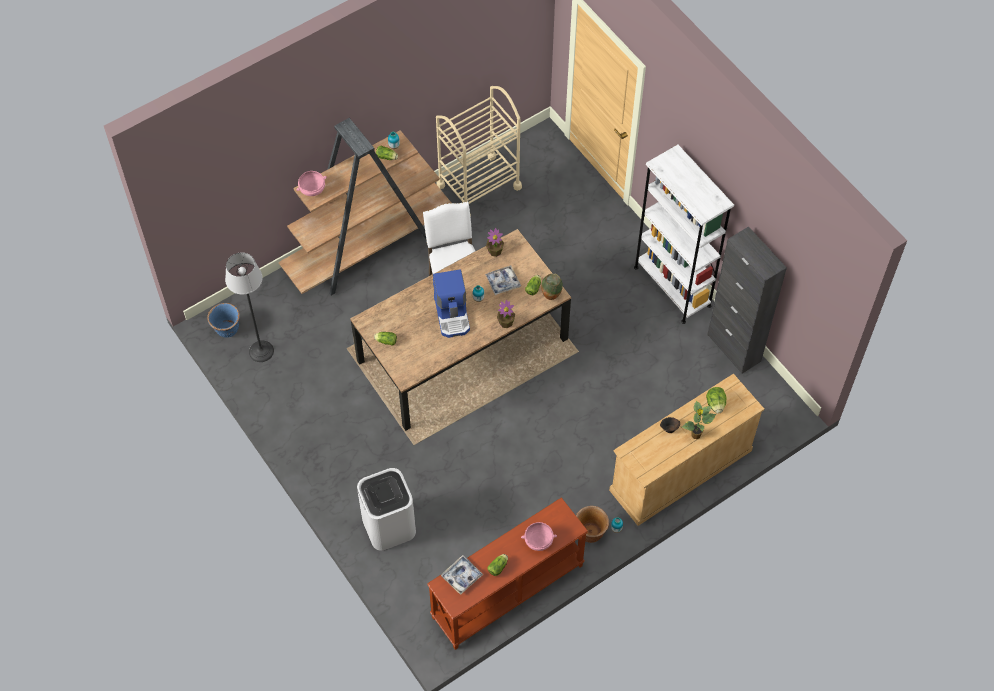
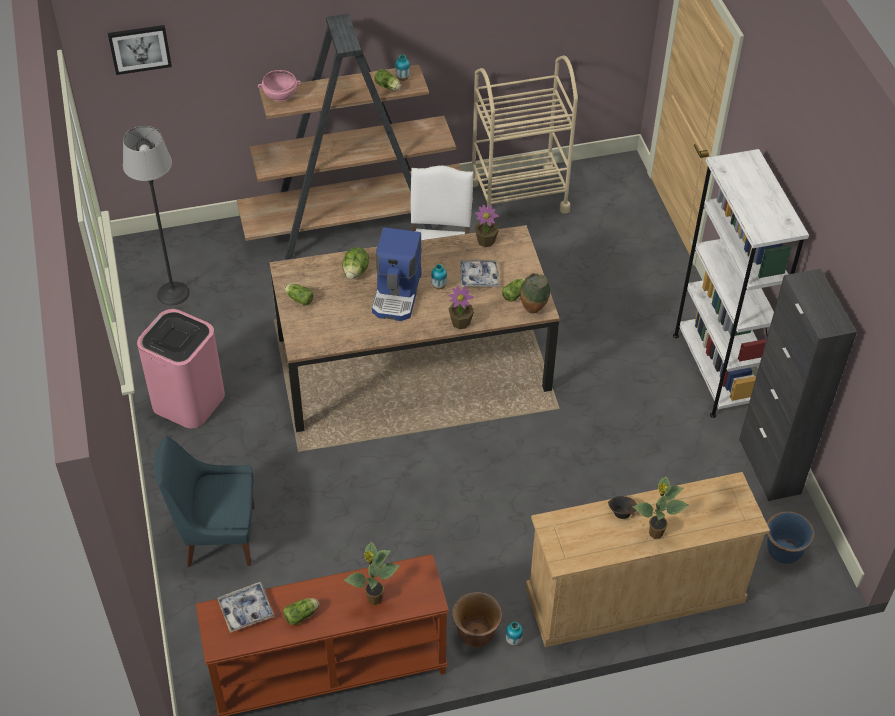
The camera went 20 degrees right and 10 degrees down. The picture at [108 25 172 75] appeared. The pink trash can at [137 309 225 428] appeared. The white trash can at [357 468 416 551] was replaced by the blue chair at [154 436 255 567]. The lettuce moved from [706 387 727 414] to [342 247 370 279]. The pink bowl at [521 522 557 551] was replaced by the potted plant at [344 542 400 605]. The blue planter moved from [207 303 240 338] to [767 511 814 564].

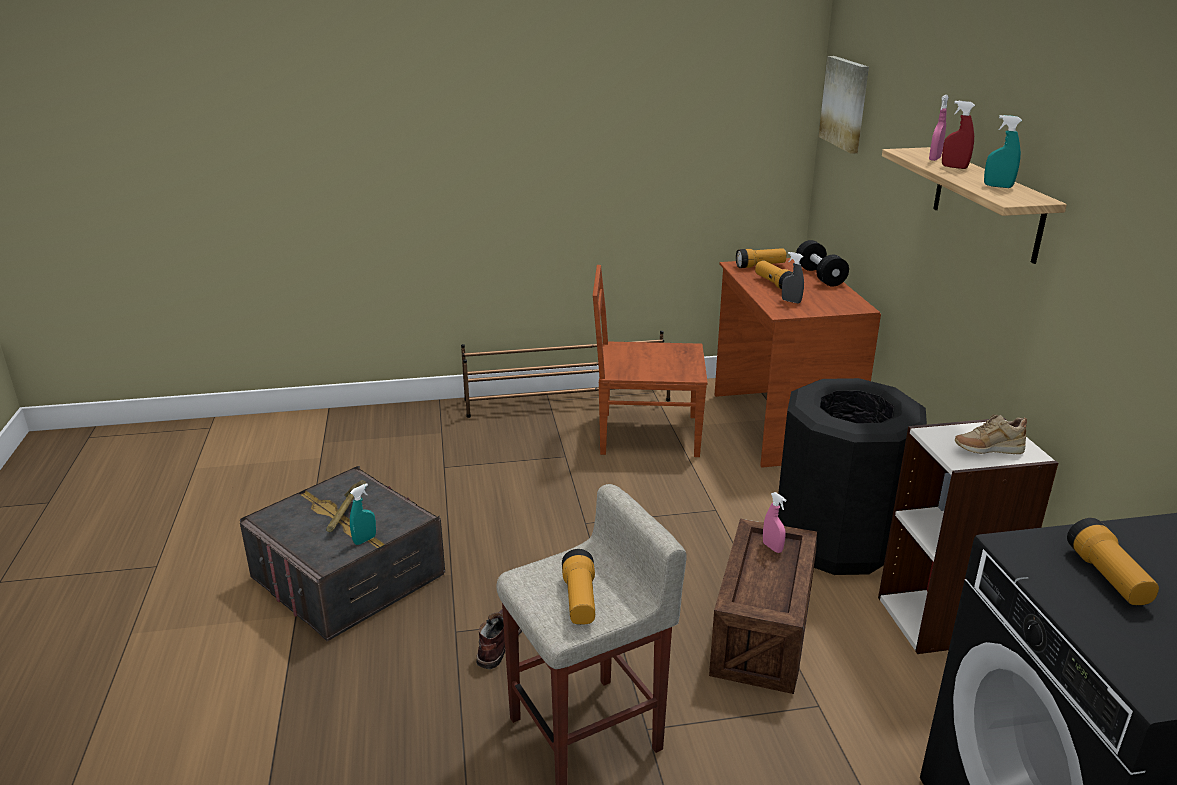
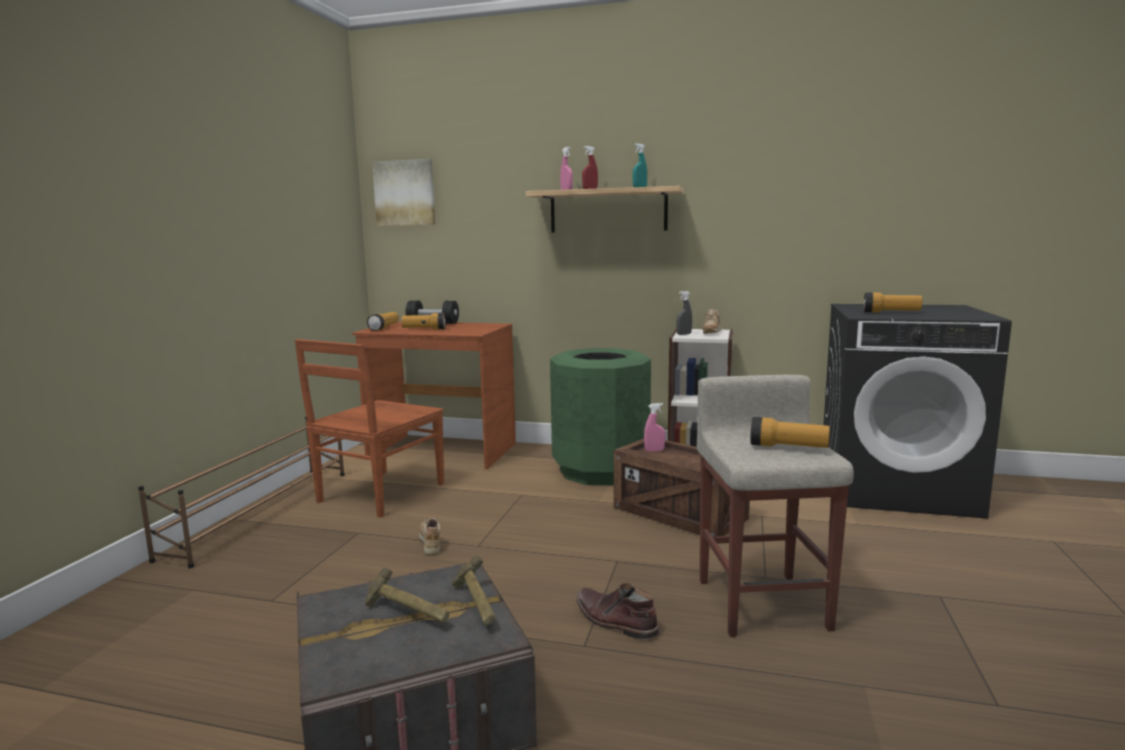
The camera went 65 degrees left and 15 degrees down. The beige shoe at [419 518 441 554] appeared. The turquoise spray bottle at [350 483 376 545] was replaced by the hammer at [451 555 495 625]. The black trash can at [778 378 927 575] became the green trash can at [550 348 651 485]. The grey spray bottle moved from [782 252 804 303] to [676 291 692 335].

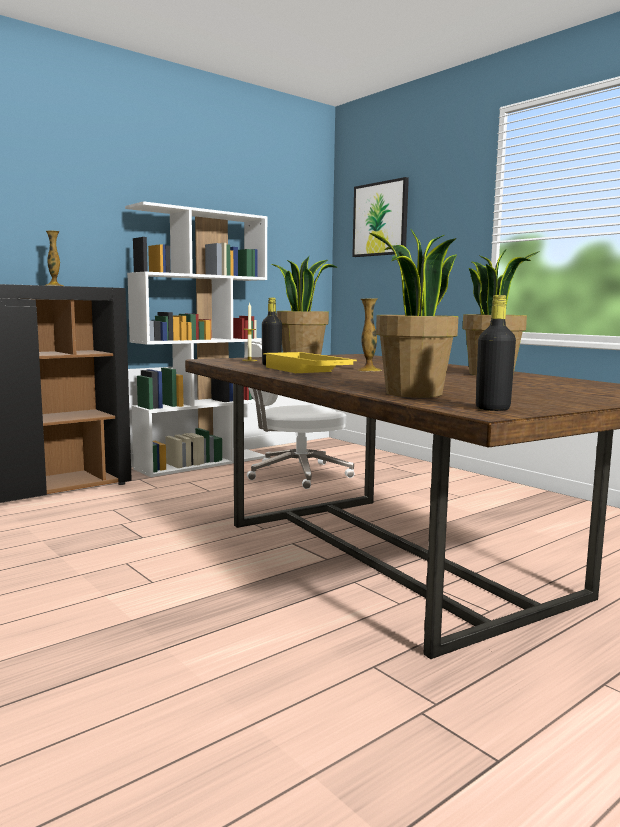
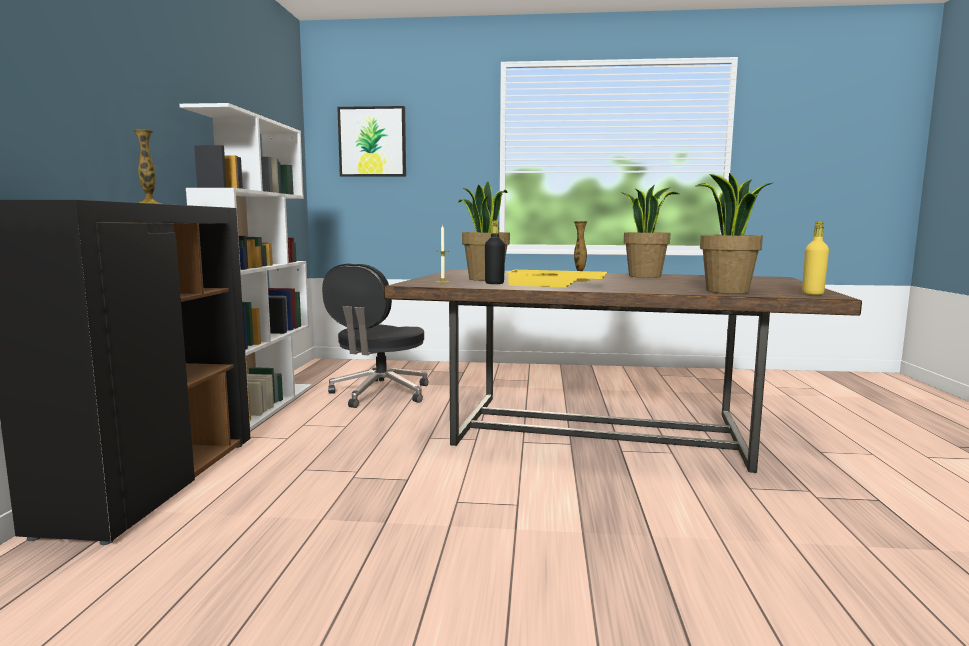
The camera went 45 degrees left and 0 degrees up. The white office chair at [244 341 354 489] became the black office chair at [322 264 429 408]. The black bottle at [476 295 516 411] became the yellow bottle at [802 221 829 295].

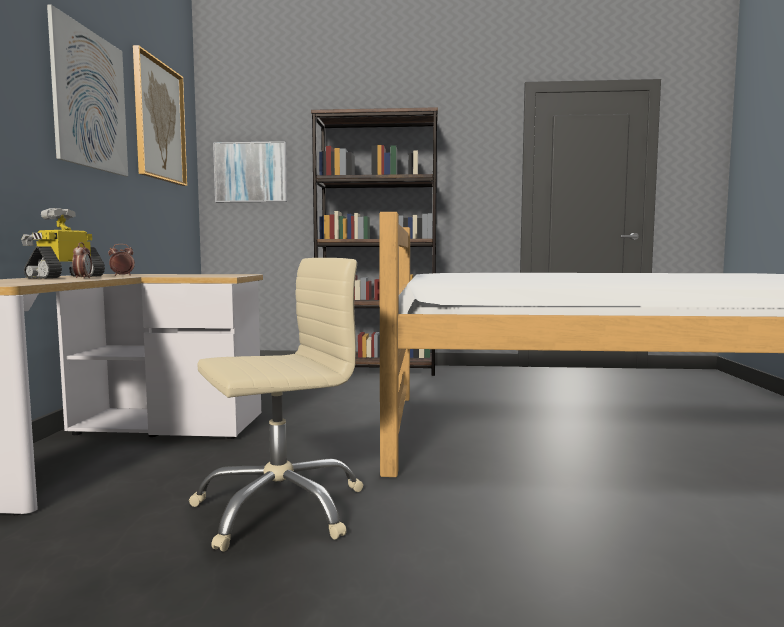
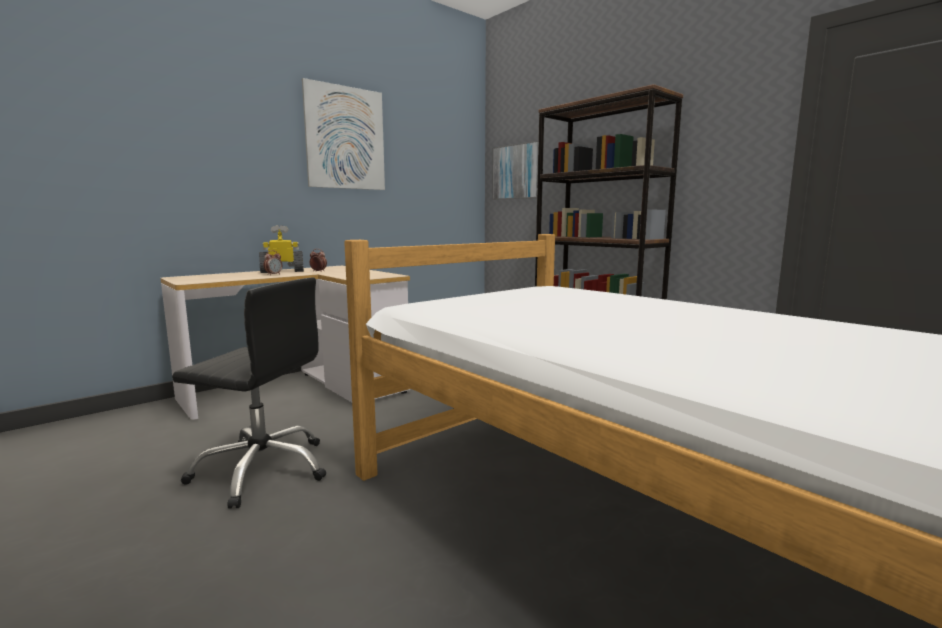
The camera went 45 degrees right and 5 degrees up. The beige office chair at [189 258 363 552] became the black office chair at [172 278 326 509]. The picture at [133 45 187 186] disappeared.

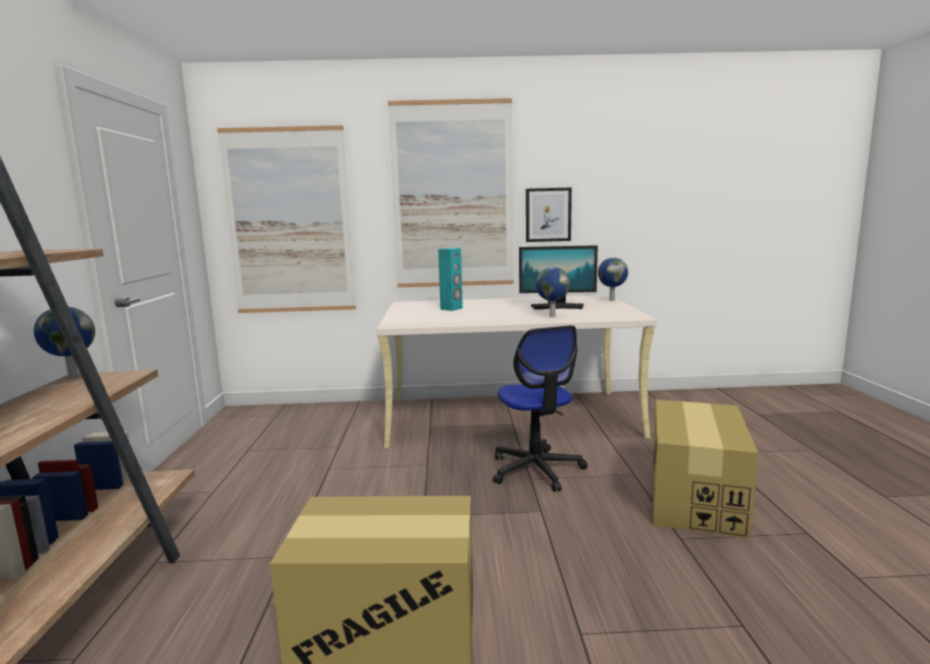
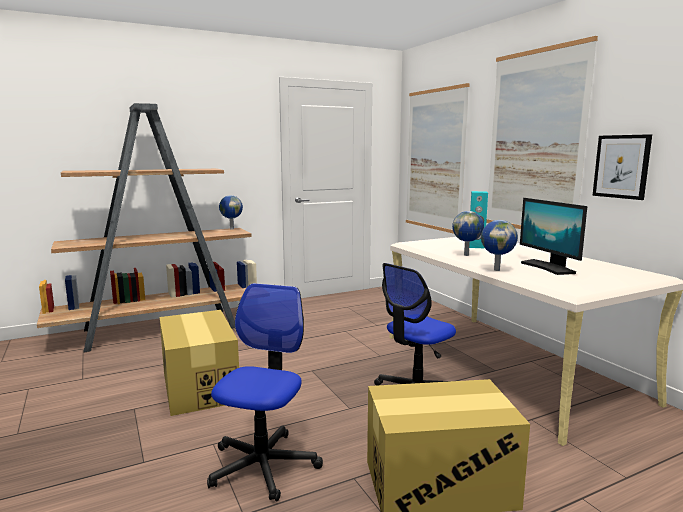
The camera went 65 degrees right and 0 degrees up. The office chair at [207 283 323 501] appeared. The globe moved from [598 257 628 301] to [452 211 484 256].

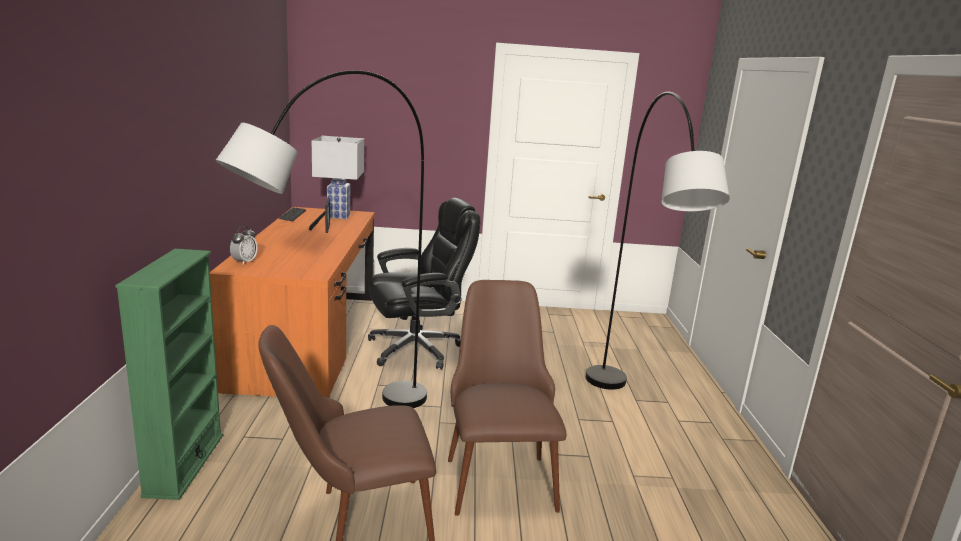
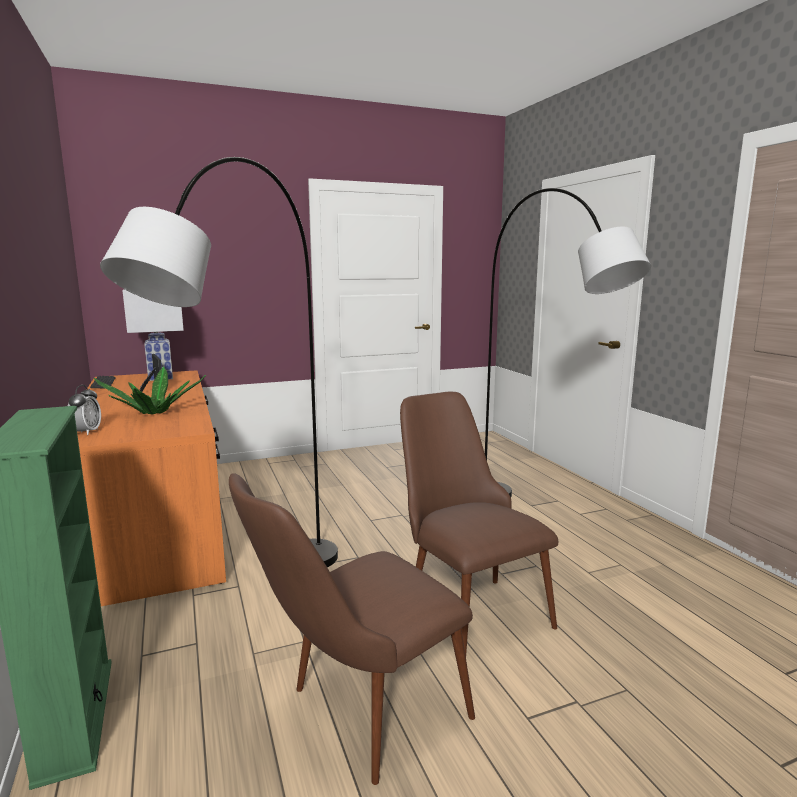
The camera went 20 degrees left and 5 degrees down. The potted plant at [94 366 206 415] appeared. The black office chair at [368 198 481 369] disappeared.

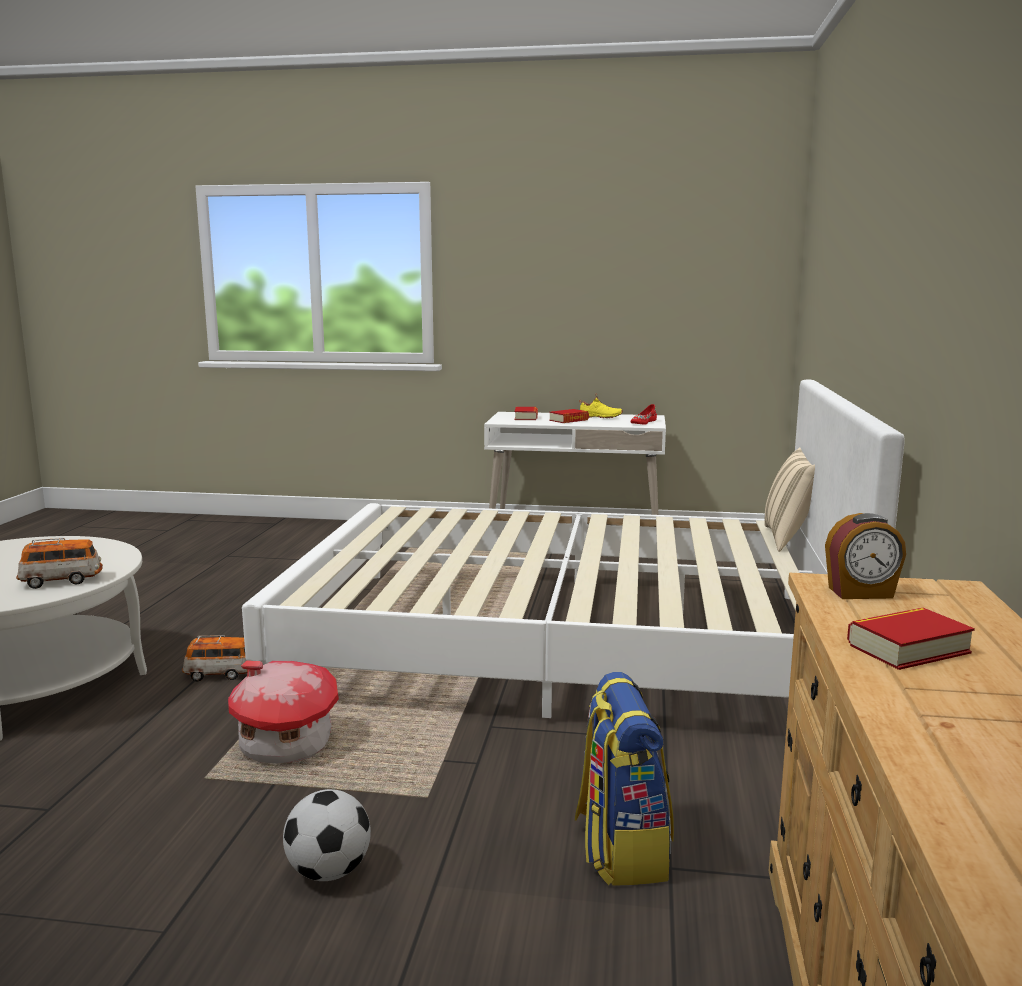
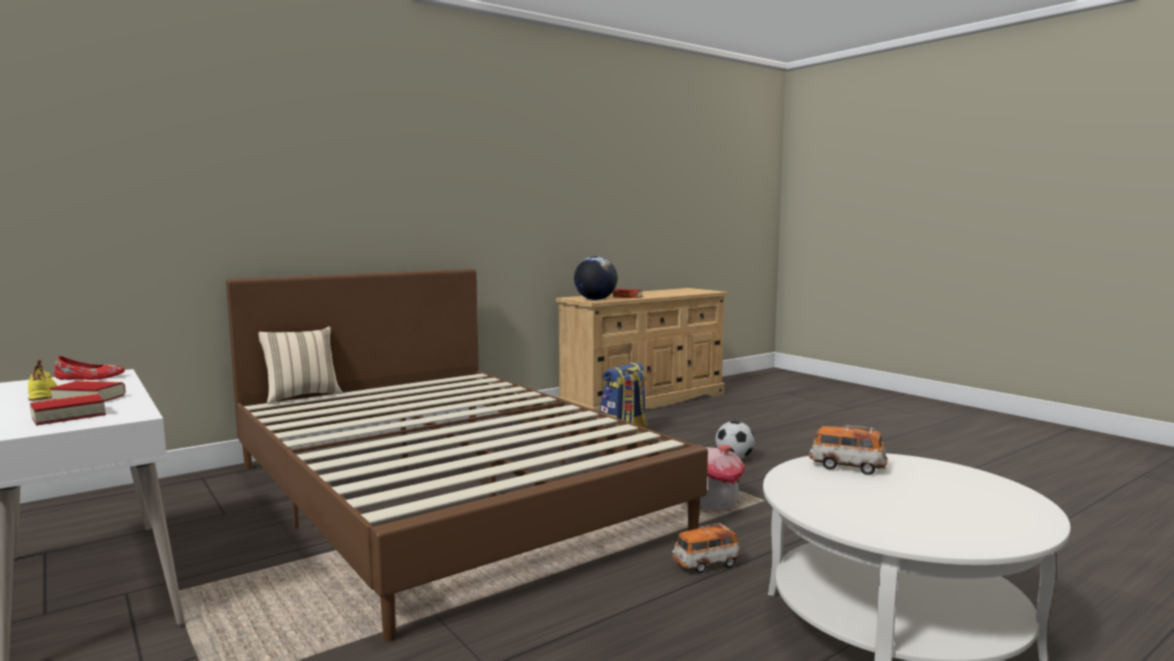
The camera went 135 degrees left and 5 degrees down. The white bed at [242 380 905 718] became the brown bed at [226 269 708 642]. The alarm clock at [825 513 906 599] was replaced by the globe at [574 256 618 300]. The toy car at [182 636 248 681] turned 60 degrees counterclockwise.

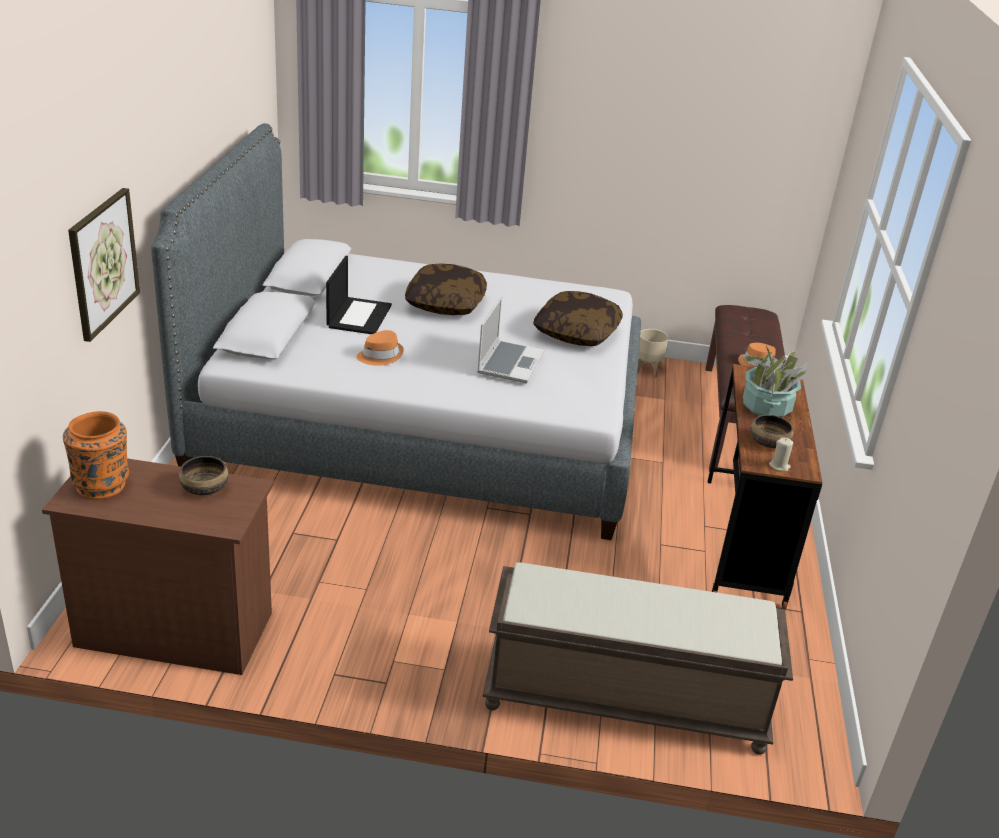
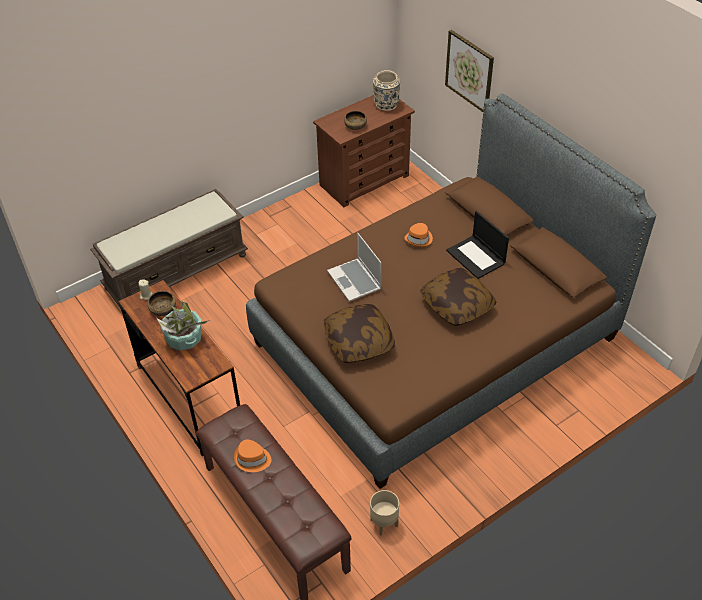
The camera went 140 degrees right and 15 degrees up. The grey bed at [151 123 641 540] became the brown bed at [246 94 656 489]. The orange vase at [63 411 129 500] became the beige vase at [373 70 400 111].

